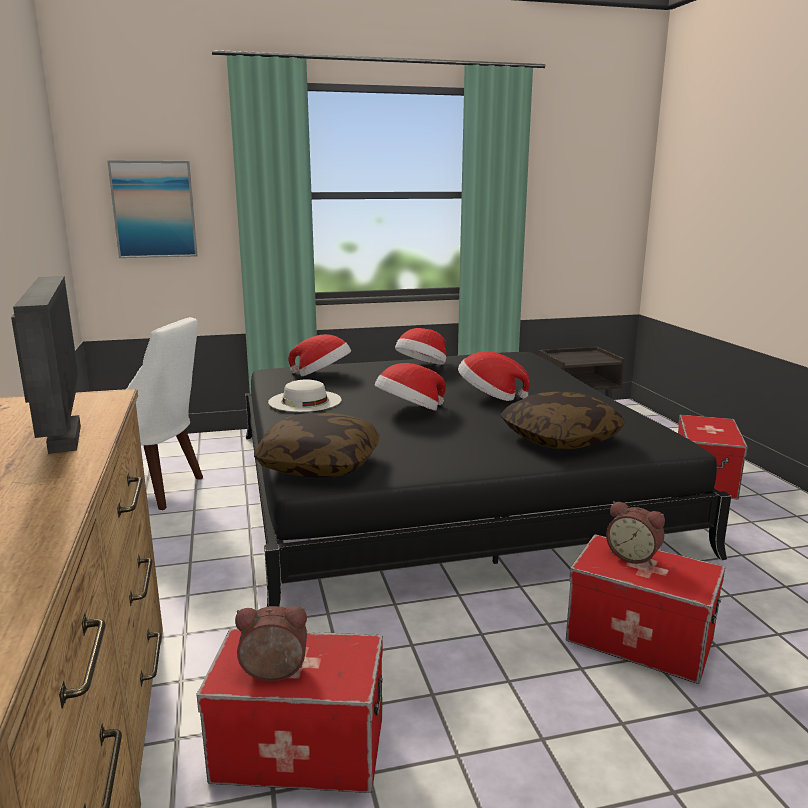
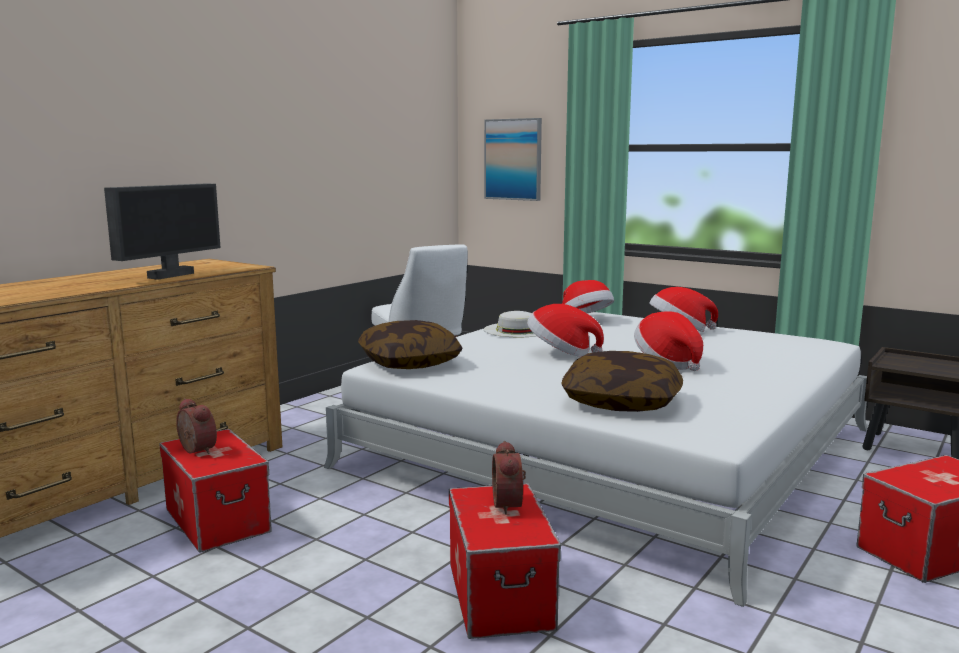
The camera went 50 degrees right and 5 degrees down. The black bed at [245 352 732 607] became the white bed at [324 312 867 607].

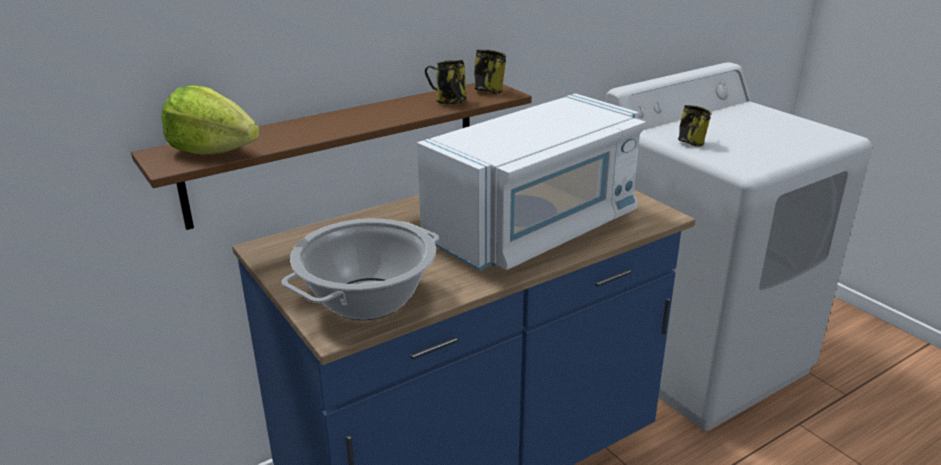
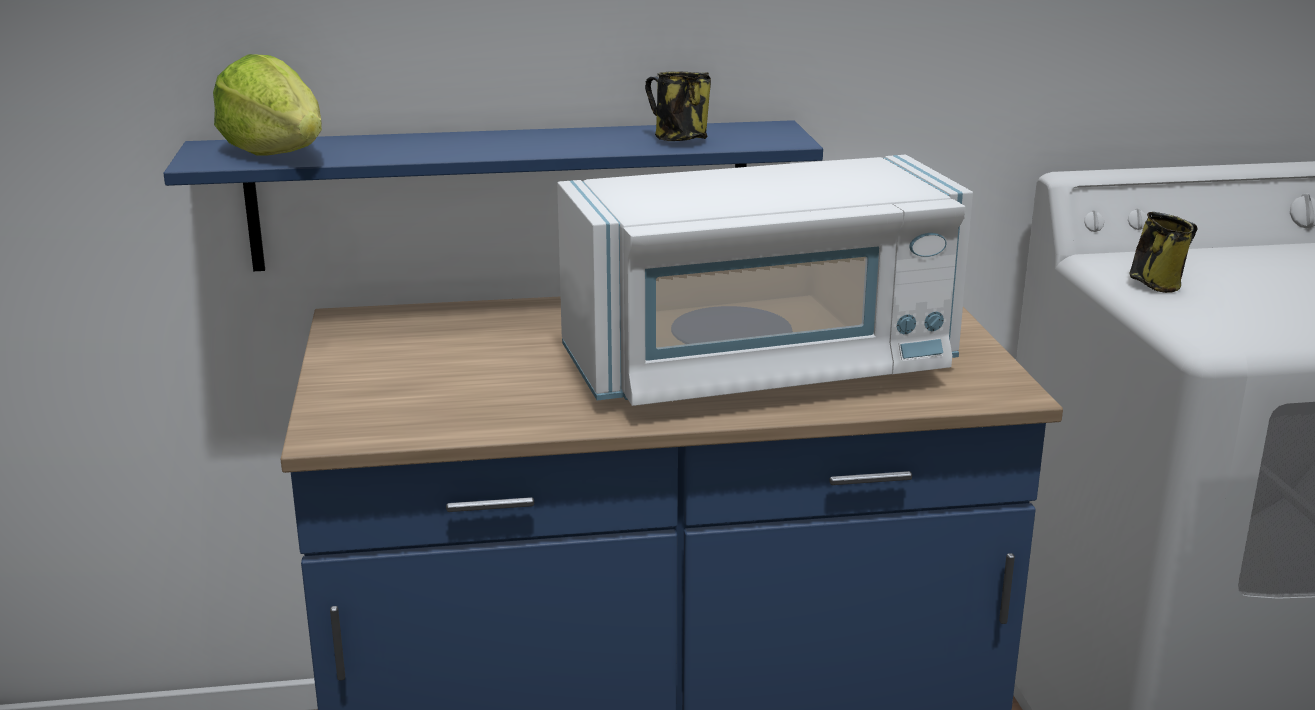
The camera went 25 degrees right and 5 degrees down. The brown shelf at [131 83 532 230] became the blue shelf at [163 120 823 271]. The cooking pot at [282 219 439 320] disappeared. The mug at [474 50 506 94] disappeared.

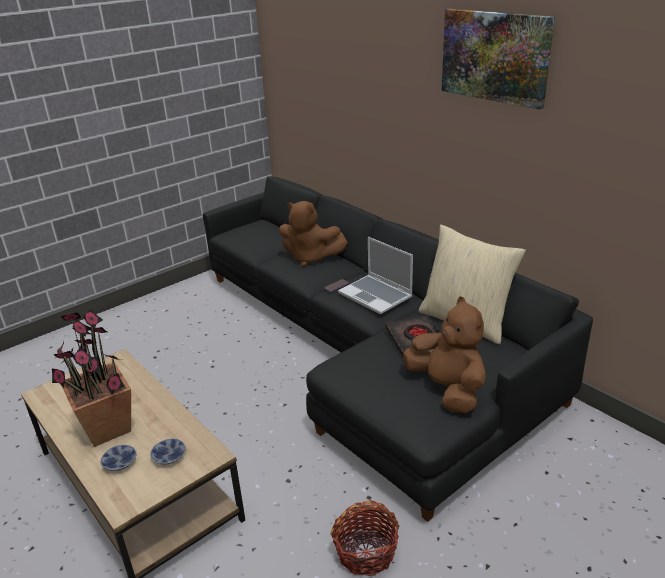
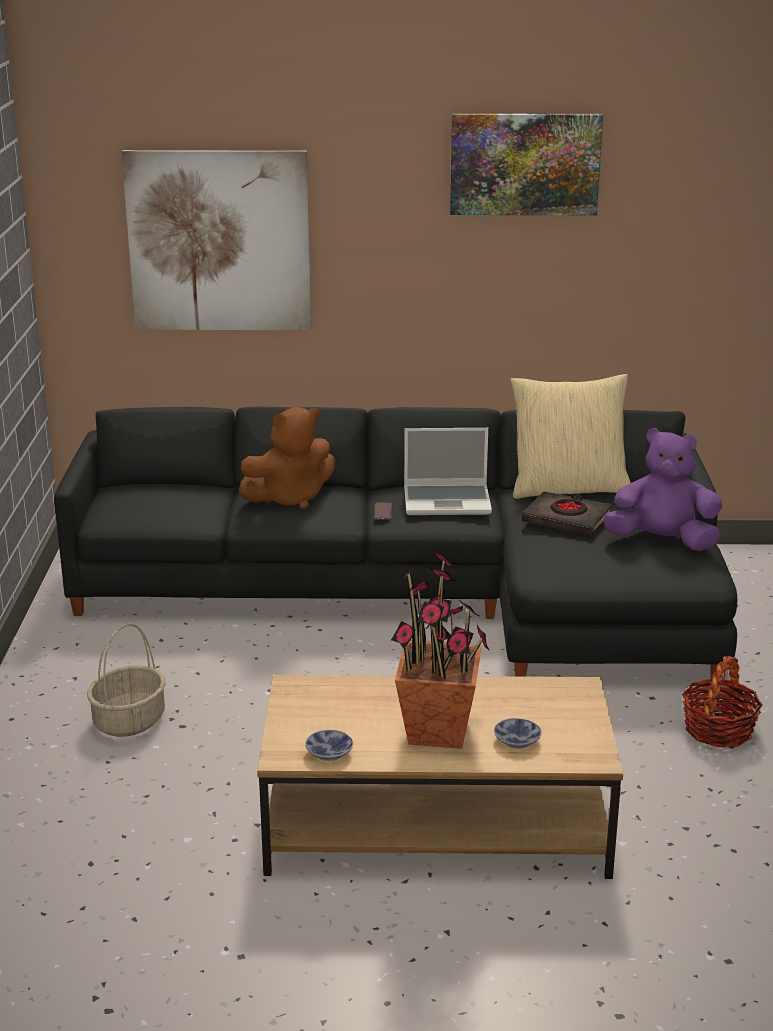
The camera went 50 degrees left and 5 degrees down. The basket at [87 623 166 737] appeared. The picture at [121 150 311 330] appeared. The bowl moved from [150 439 186 464] to [305 730 353 761]. The brown plush toy at [403 296 486 413] became the purple plush toy at [603 428 722 551].

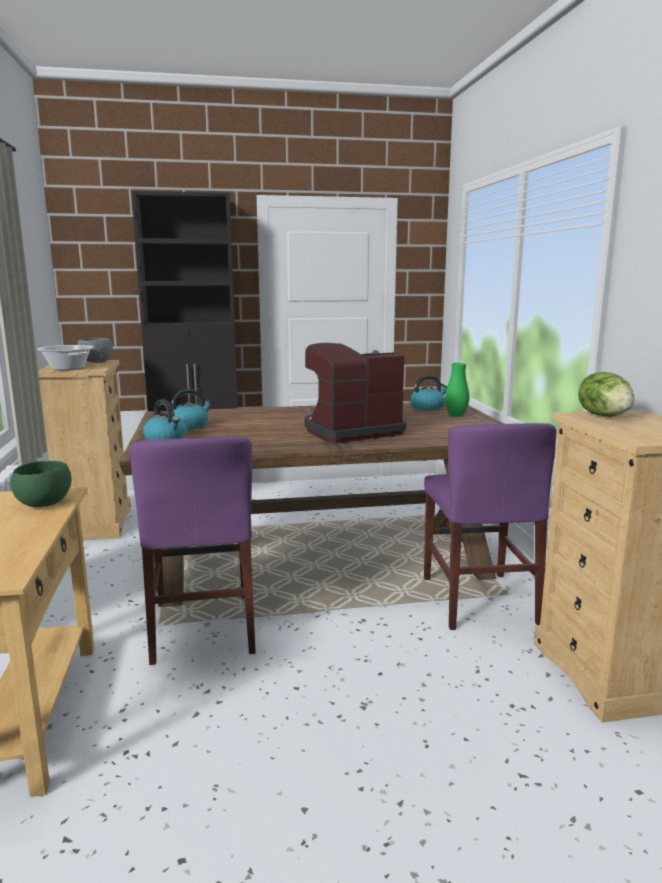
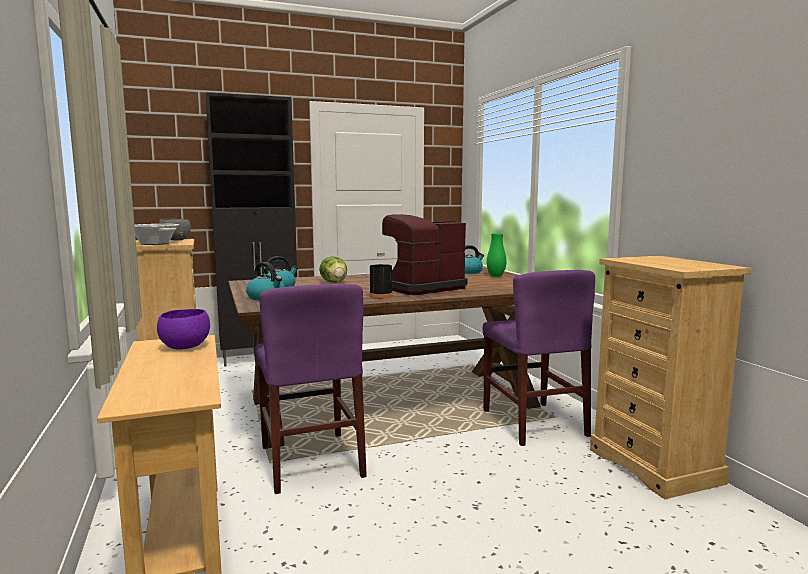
The camera went 10 degrees left and 5 degrees down. The green bowl at [11 461 72 507] became the purple bowl at [157 309 210 350]. The lettuce moved from [578 372 634 417] to [319 256 347 283]. The black bottle at [370 252 393 299] appeared.

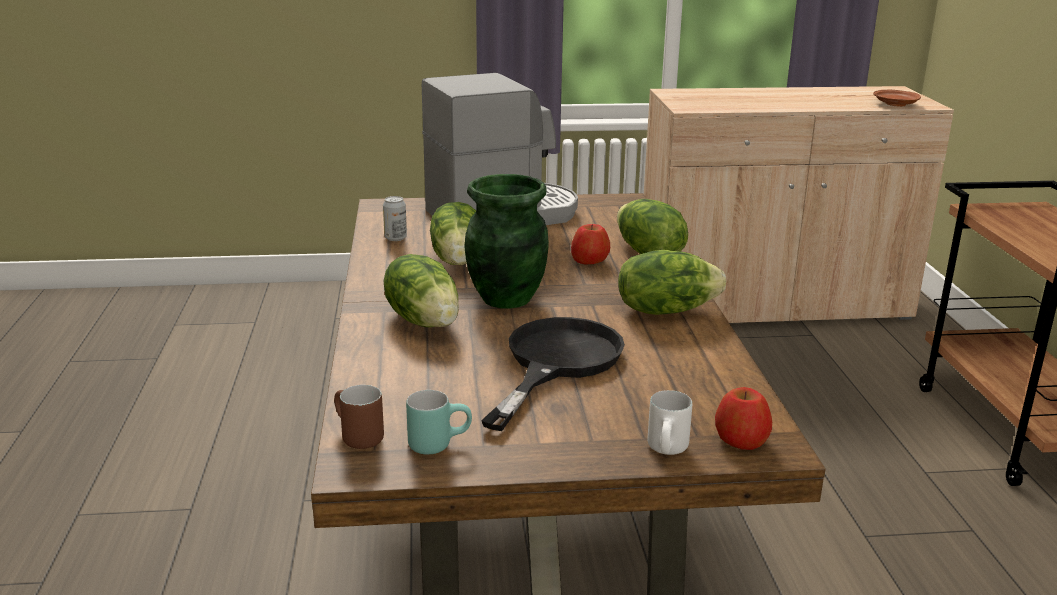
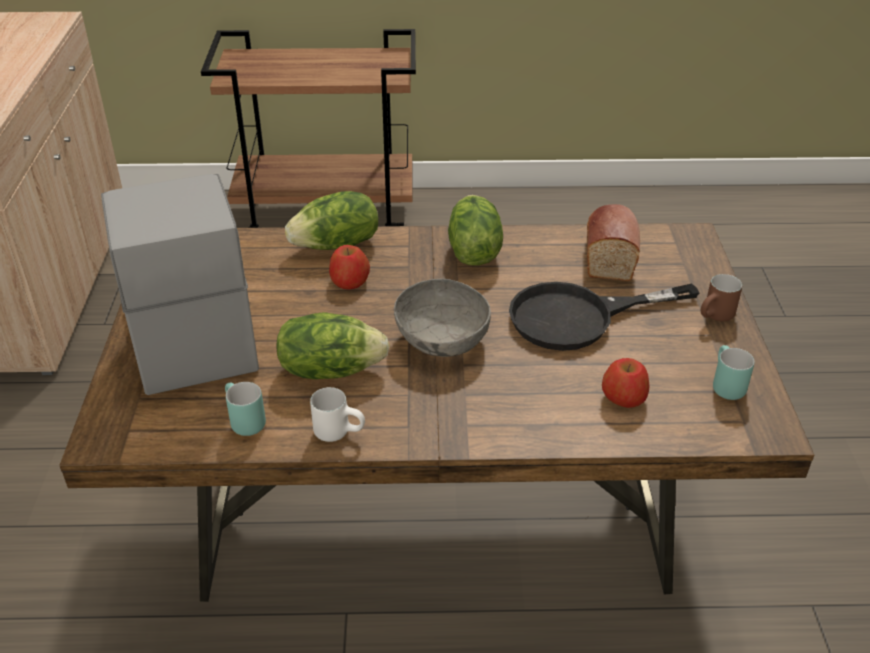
The camera went 85 degrees left and 15 degrees up. The can at [383 196 407 241] was replaced by the turquoise mug at [225 382 266 436]. The white mug moved from [648 390 692 455] to [310 387 365 442]. The green vase at [464 174 549 309] was replaced by the grey bowl at [394 279 491 357]. The black frying pan at [481 317 625 431] turned 45 degrees counterclockwise. The bread at [587 204 640 281] appeared. The apple moved from [715 387 772 450] to [602 358 650 408]. The brown mug moved from [334 385 384 449] to [701 274 742 322]. The lettuce at [384 254 459 327] disappeared. The brown plate at [873 90 921 107] disappeared.

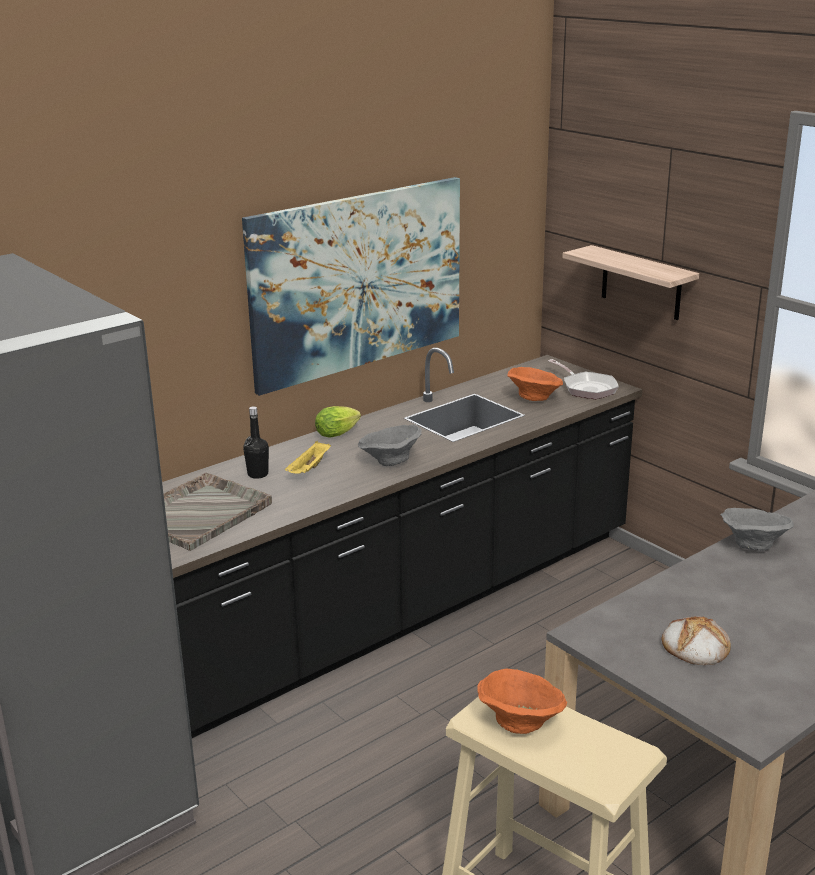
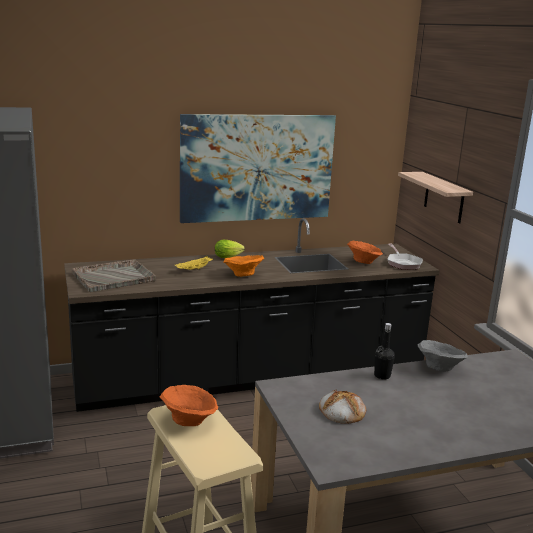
The camera went 20 degrees right and 5 degrees down. The grey bowl at [358 424 422 466] became the orange bowl at [223 255 264 277]. The black bottle moved from [243 406 269 479] to [374 323 395 380].

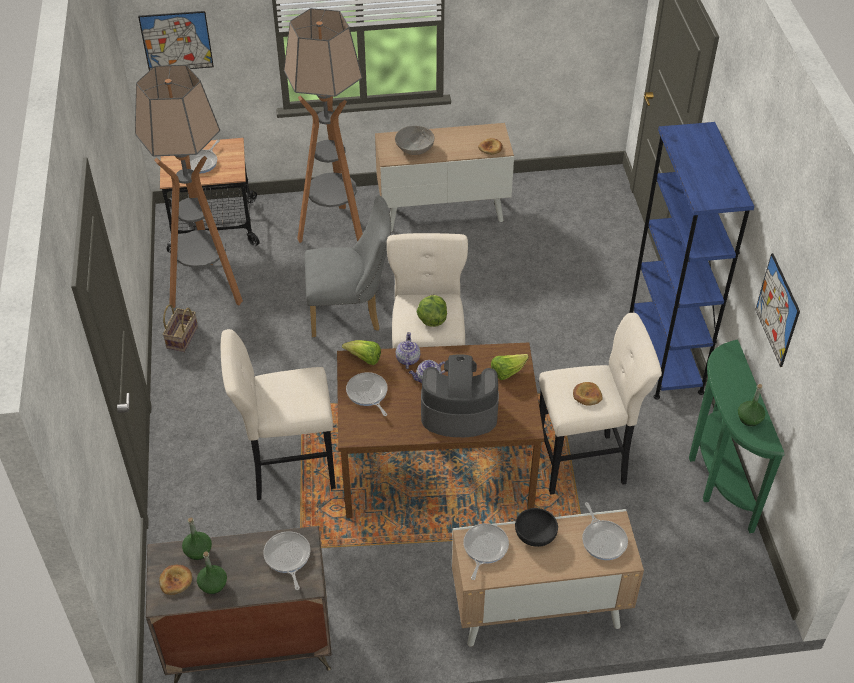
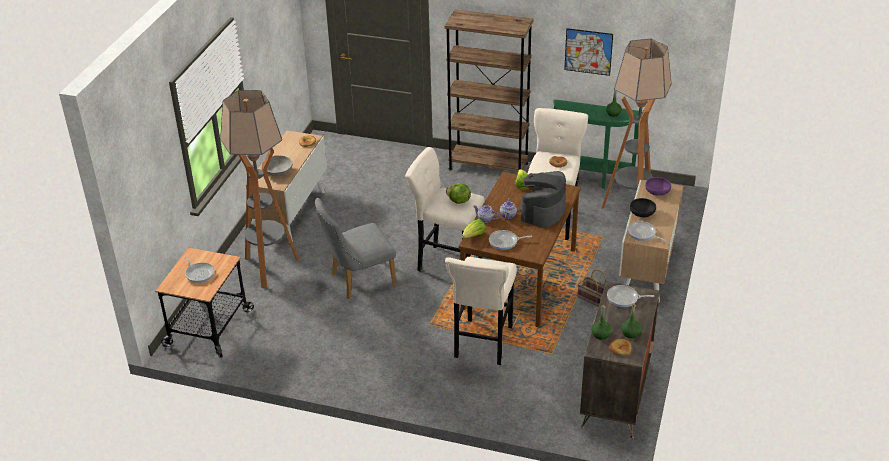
The camera went 65 degrees left and 10 degrees down. The grey chair at [305 195 391 337] turned 135 degrees counterclockwise. The blue bookcase at [629 122 755 399] became the brown bookcase at [445 9 533 172]. The basket moved from [163 304 198 352] to [577 269 606 307]. The floor lamp moved from [135 65 243 308] to [602 39 672 209]. The frying pan at [582 502 628 560] was replaced by the purple bowl at [645 177 671 196]. The picture at [138 11 214 70] disappeared.

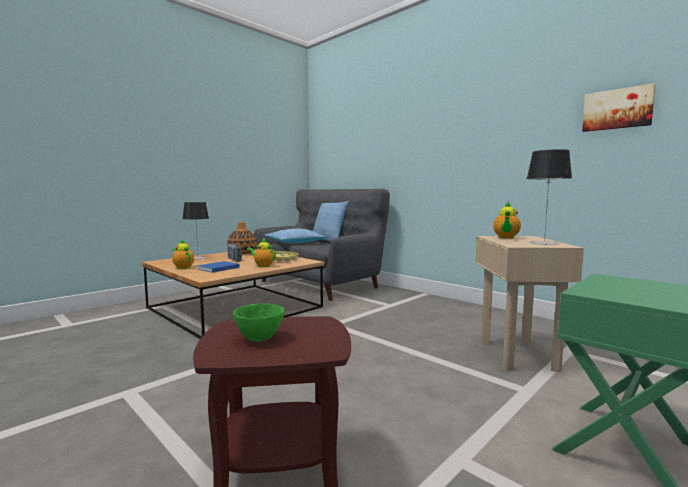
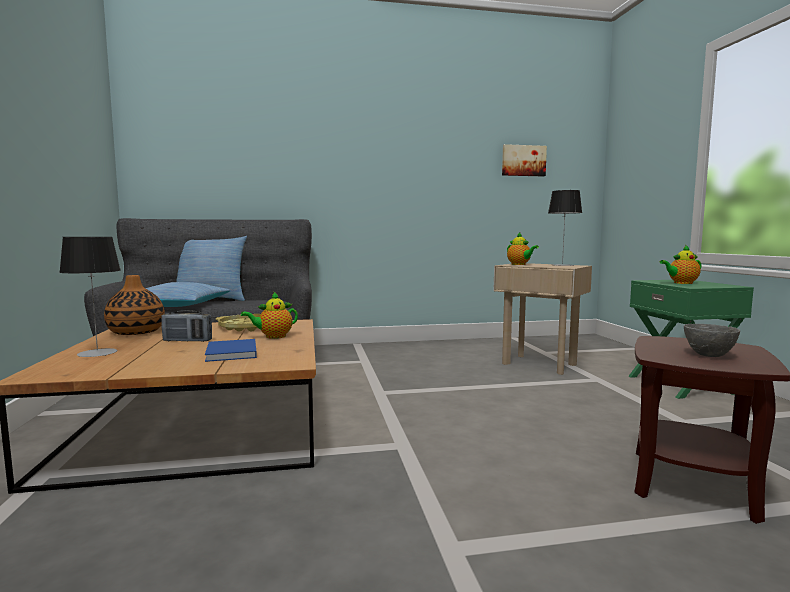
The camera went 55 degrees left and 0 degrees up. The teapot moved from [172 239 194 269] to [660 245 702 284]. The green bowl at [233 304 285 342] became the grey bowl at [684 324 740 357].

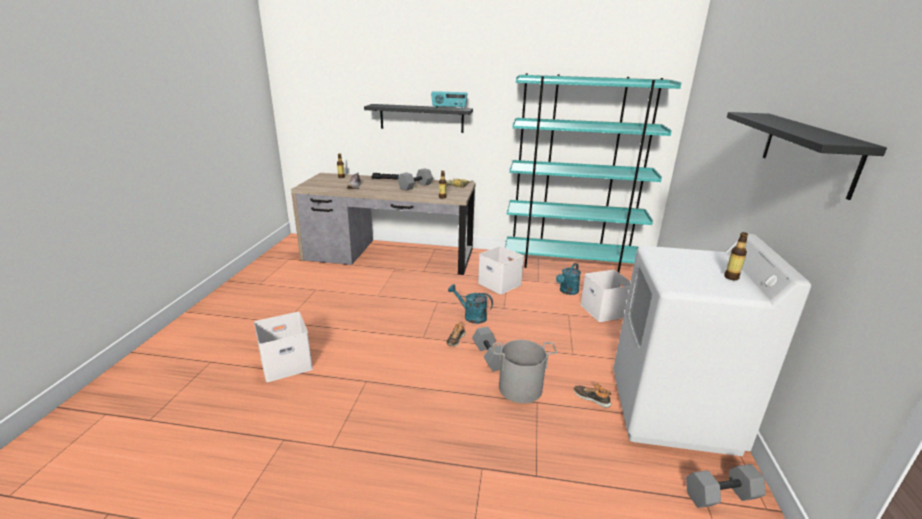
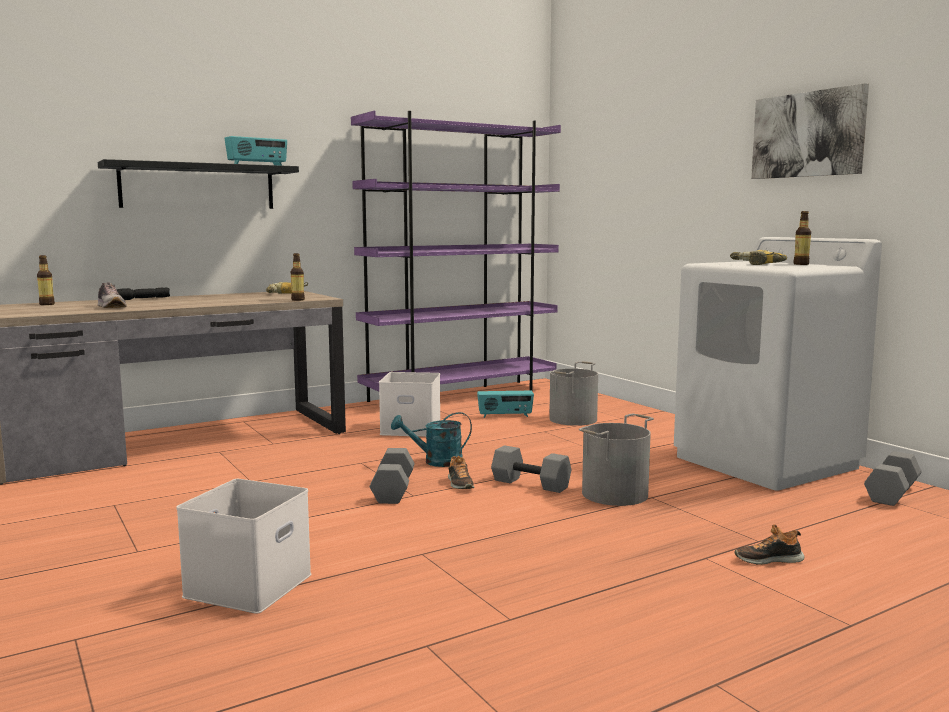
The camera went 40 degrees left and 15 degrees down. The turquoise bookcase at [505 73 682 273] became the purple bookcase at [351 111 561 402]. The grey dumbbell moved from [398 168 433 190] to [370 448 415 504]. The turquoise watering can at [556 263 581 295] was replaced by the radio at [477 391 534 418]. The white storage box at [580 270 631 322] was replaced by the grey bucket at [549 361 598 426]. The power drill at [730 250 787 265] appeared. The shoe moved from [574 383 612 408] to [735 524 805 565]. The black shelf at [727 112 887 200] was replaced by the picture at [751 83 869 179].

